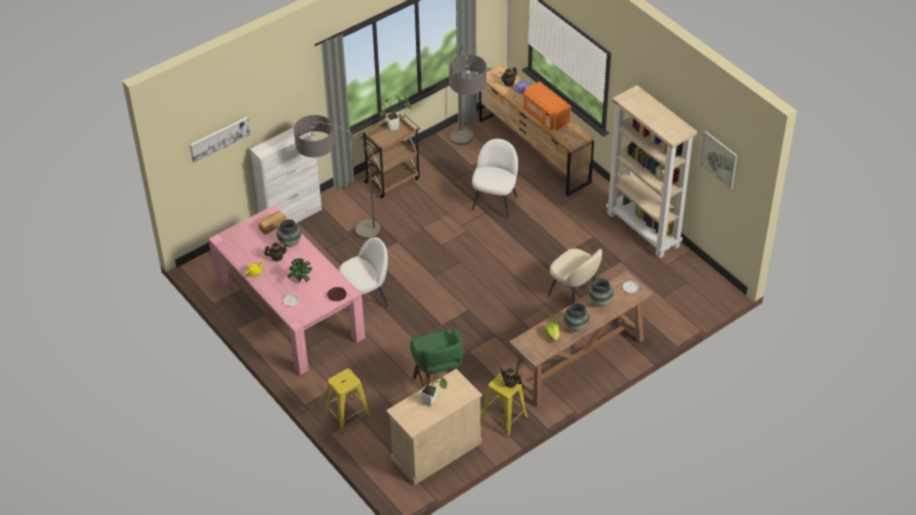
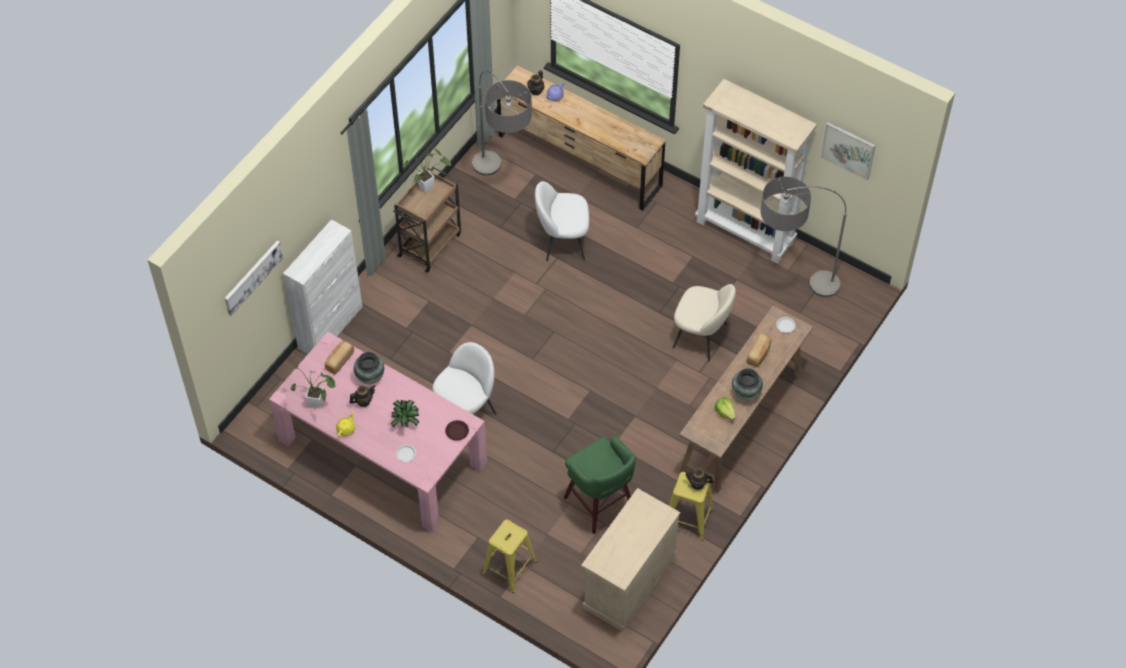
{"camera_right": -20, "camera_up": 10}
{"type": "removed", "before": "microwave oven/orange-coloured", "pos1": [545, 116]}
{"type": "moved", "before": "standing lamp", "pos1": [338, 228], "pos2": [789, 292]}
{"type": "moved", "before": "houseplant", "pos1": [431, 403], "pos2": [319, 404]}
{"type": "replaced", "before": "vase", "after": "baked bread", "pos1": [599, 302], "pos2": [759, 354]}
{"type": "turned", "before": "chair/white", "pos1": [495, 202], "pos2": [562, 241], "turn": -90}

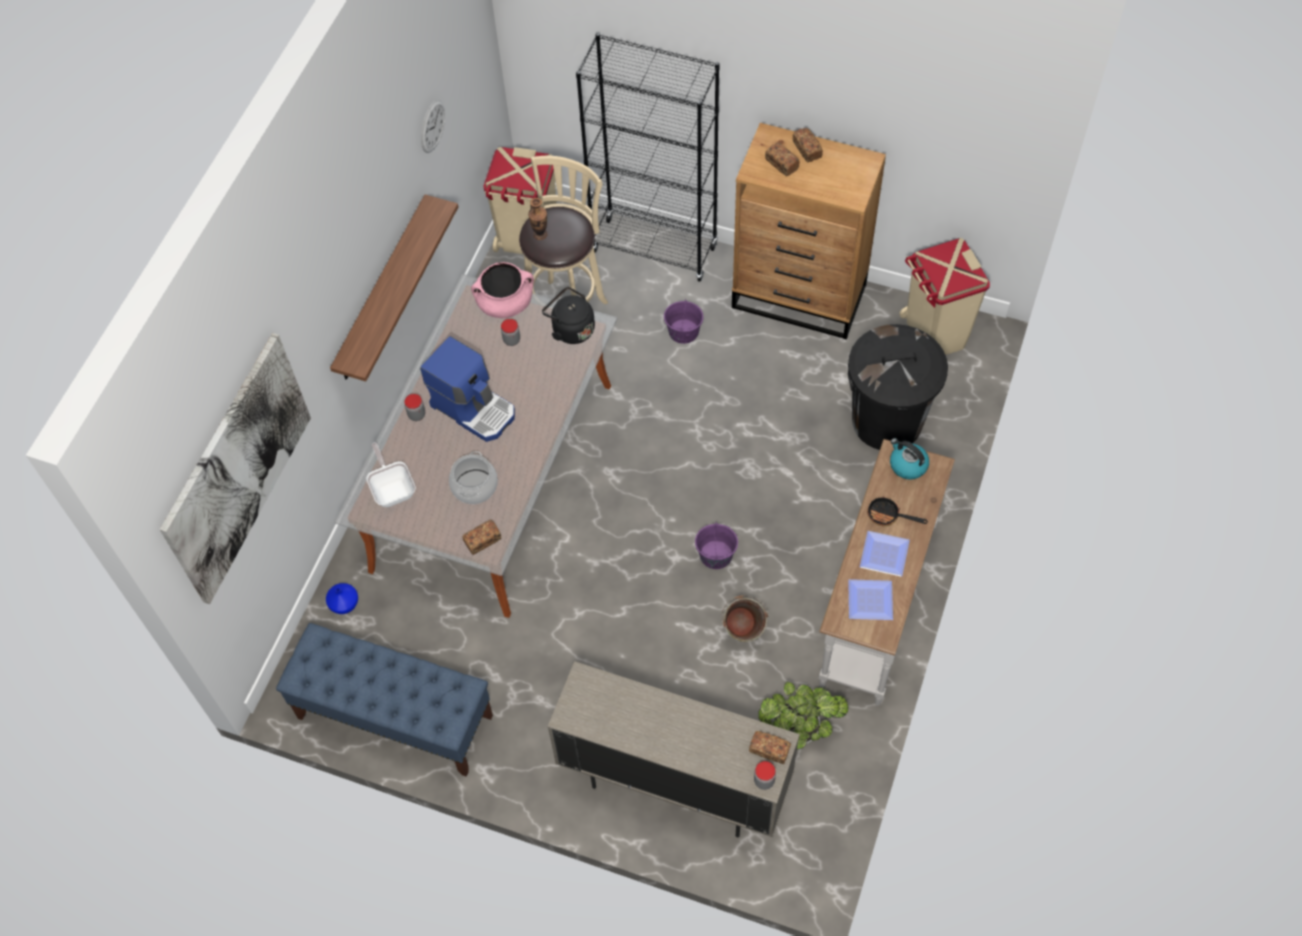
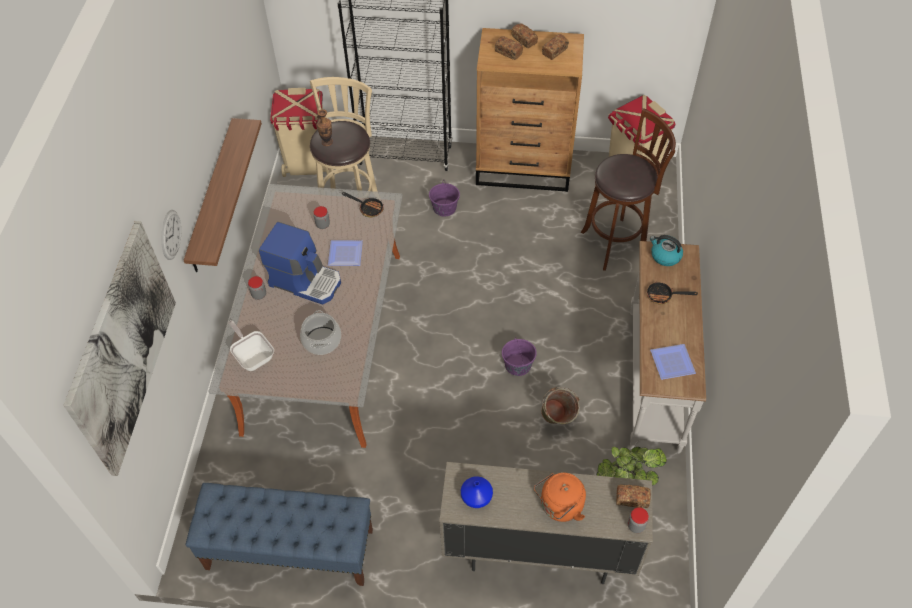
{"camera_right": -15, "camera_up": -5}
{"type": "removed", "before": "stockpot/pinkish", "pos1": [505, 303]}
{"type": "added", "after": "tea kettle/orange-coloured", "pos2": [559, 507]}
{"type": "moved", "before": "vase/blue", "pos1": [344, 604], "pos2": [476, 498]}
{"type": "moved", "before": "hanging clock", "pos1": [432, 126], "pos2": [170, 234]}
{"type": "moved", "before": "baked bread", "pos1": [482, 541], "pos2": [555, 51]}
{"type": "moved", "before": "dinner plate", "pos1": [886, 554], "pos2": [346, 253]}
{"type": "replaced", "before": "tea kettle/blackish", "after": "pan", "pos1": [571, 329], "pos2": [368, 208]}
{"type": "replaced", "before": "rubbish bin/blackish", "after": "sitting stool/brownish", "pos1": [887, 421], "pos2": [617, 243]}

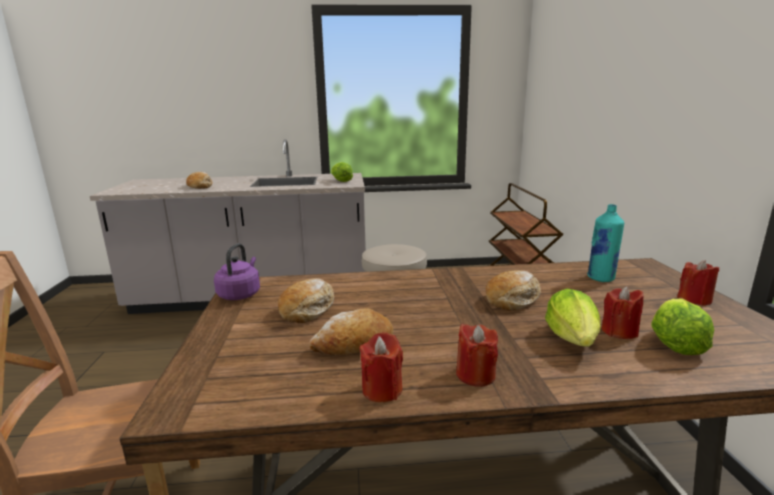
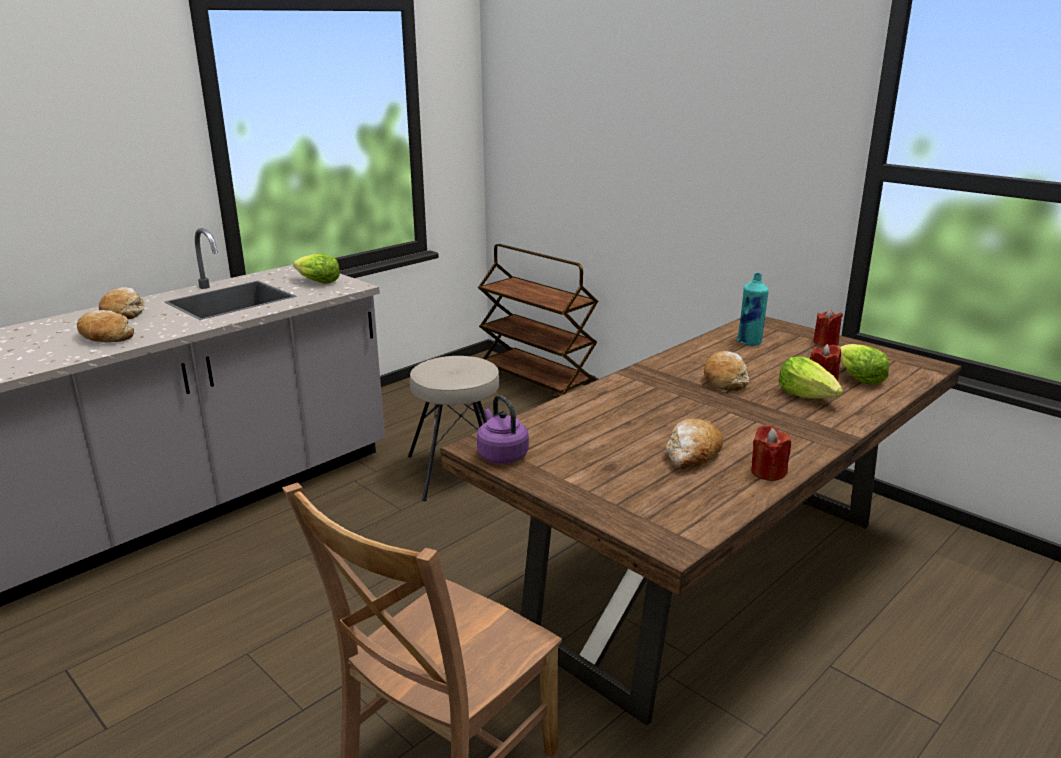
{"camera_right": -40, "camera_up": 5}
{"type": "removed", "before": "candle/red", "pos1": [475, 375]}
{"type": "moved", "before": "baked bread", "pos1": [308, 309], "pos2": [124, 312]}

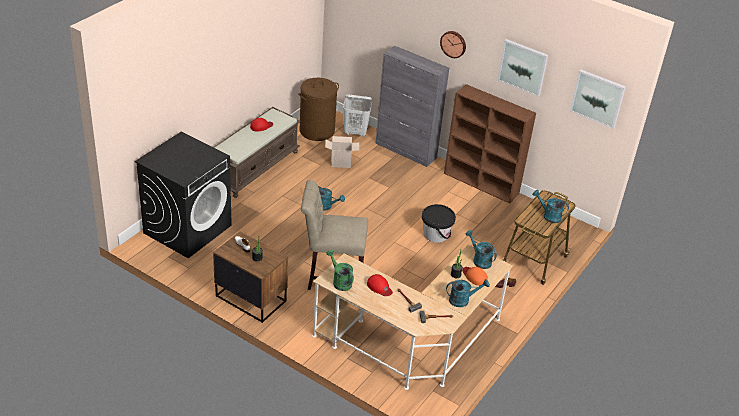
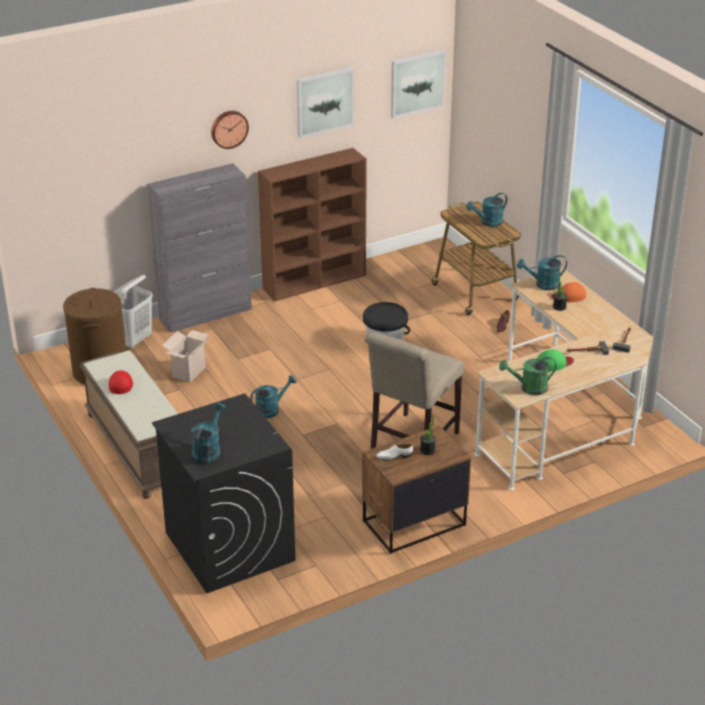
{"camera_right": -60, "camera_up": -5}
{"type": "moved", "before": "watering can/turquoise", "pos1": [463, 300], "pos2": [208, 450]}
{"type": "recoloured", "before": "baseball cap/red", "after": "baseball cap/green", "pos1": [379, 287], "pos2": [554, 363]}

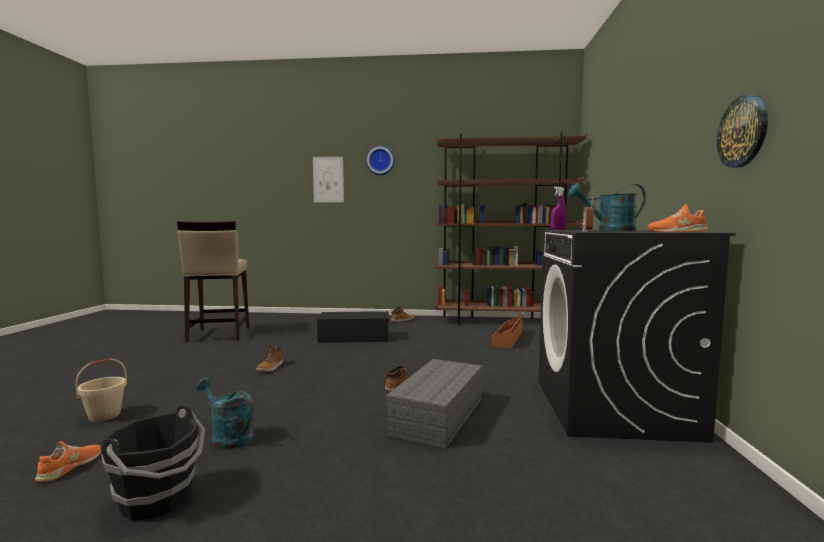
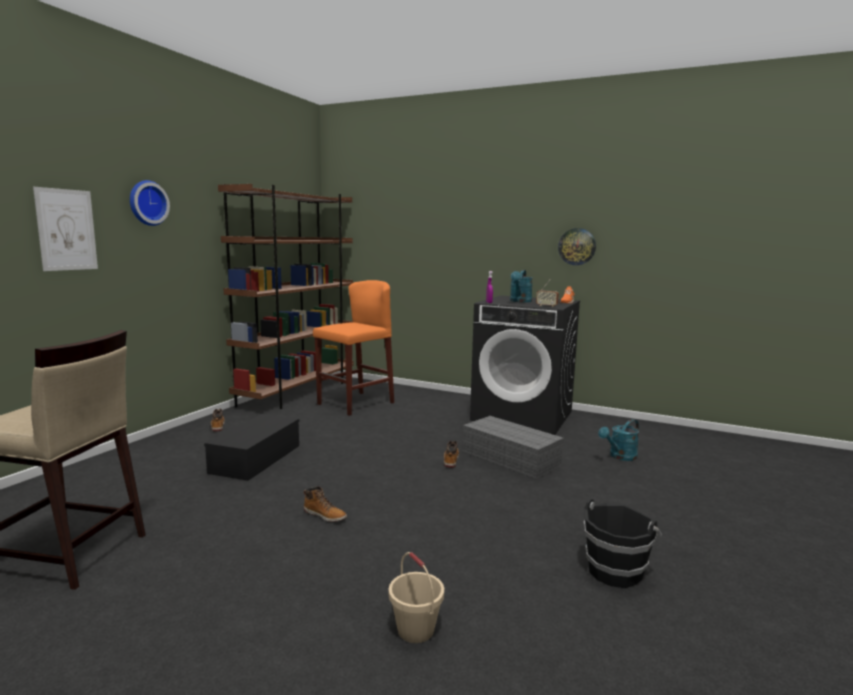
{"camera_right": -70, "camera_up": 5}
{"type": "removed", "before": "low shoe/orange-coloured", "pos1": [70, 467]}
{"type": "moved", "before": "watering can/turquoise", "pos1": [227, 436], "pos2": [620, 457]}
{"type": "replaced", "before": "storage box/brownish", "after": "sitting stool/orange-coloured", "pos1": [508, 338], "pos2": [355, 403]}

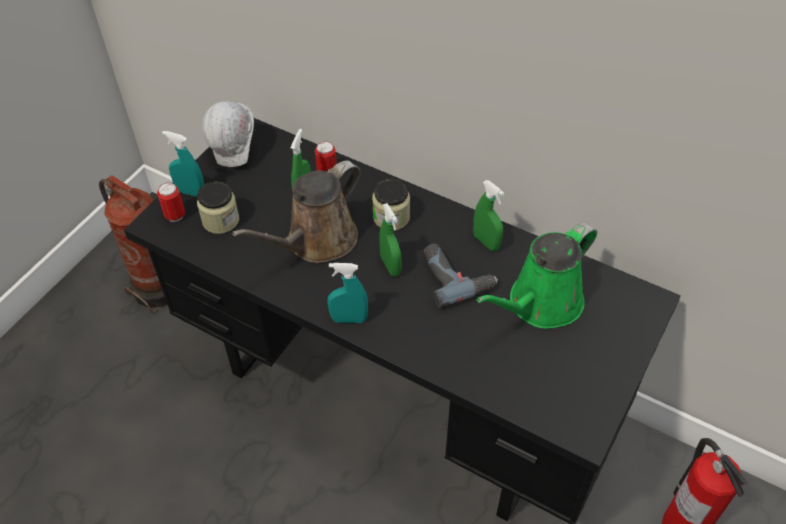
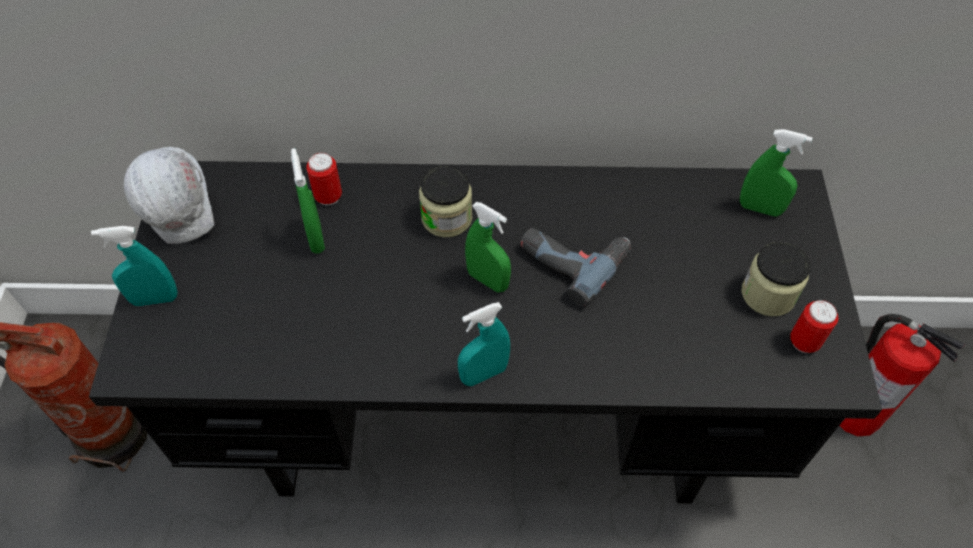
{"camera_right": -30, "camera_up": 5}
{"type": "removed", "before": "watering can/brownish", "pos1": [316, 241]}
{"type": "removed", "before": "watering can/green", "pos1": [540, 304]}
{"type": "moved", "before": "metal can", "pos1": [175, 215], "pos2": [804, 342]}
{"type": "moved", "before": "storage jar", "pos1": [220, 220], "pos2": [768, 294]}
{"type": "moved", "before": "hand sprayer/green", "pos1": [486, 242], "pos2": [760, 208]}

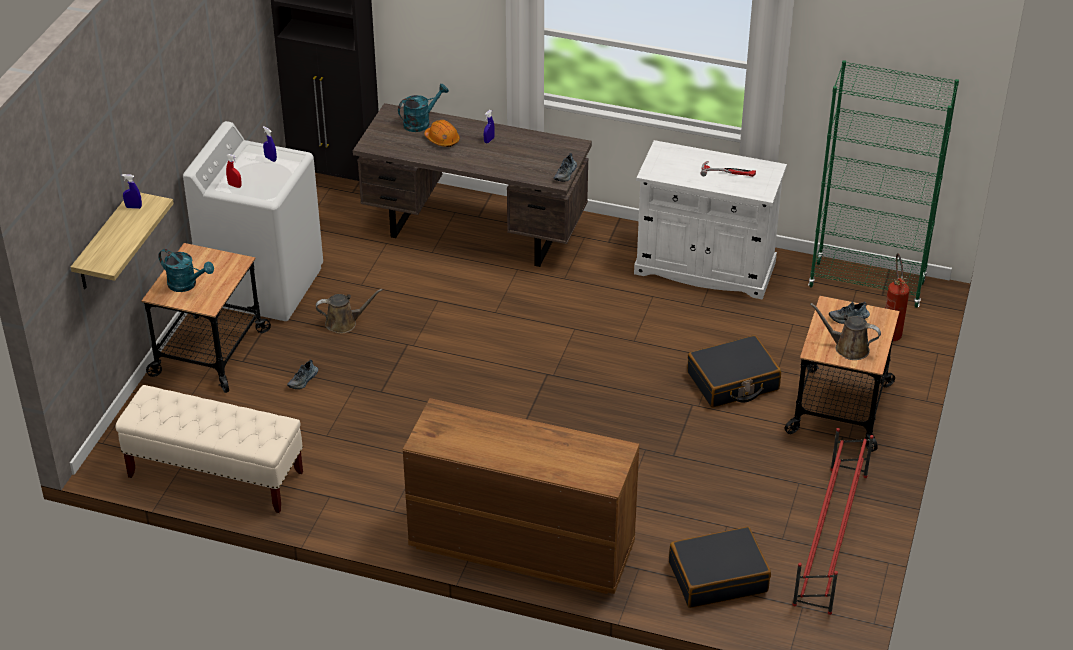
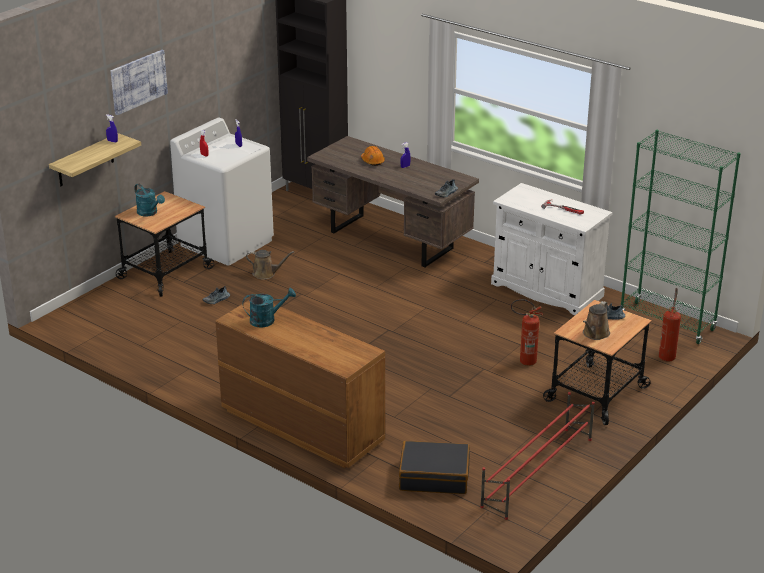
{"camera_right": 20, "camera_up": -10}
{"type": "removed", "before": "long seat/beige-coloured", "pos1": [215, 475]}
{"type": "added", "after": "wall art", "pos2": [138, 81]}
{"type": "moved", "before": "watering can/turquoise", "pos1": [421, 122], "pos2": [267, 320]}
{"type": "replaced", "before": "suitcase/blackish", "after": "extinguisher", "pos1": [733, 382], "pos2": [523, 361]}
{"type": "turned", "before": "watering can/brownish", "pos1": [848, 348], "pos2": [595, 334], "turn": -105}

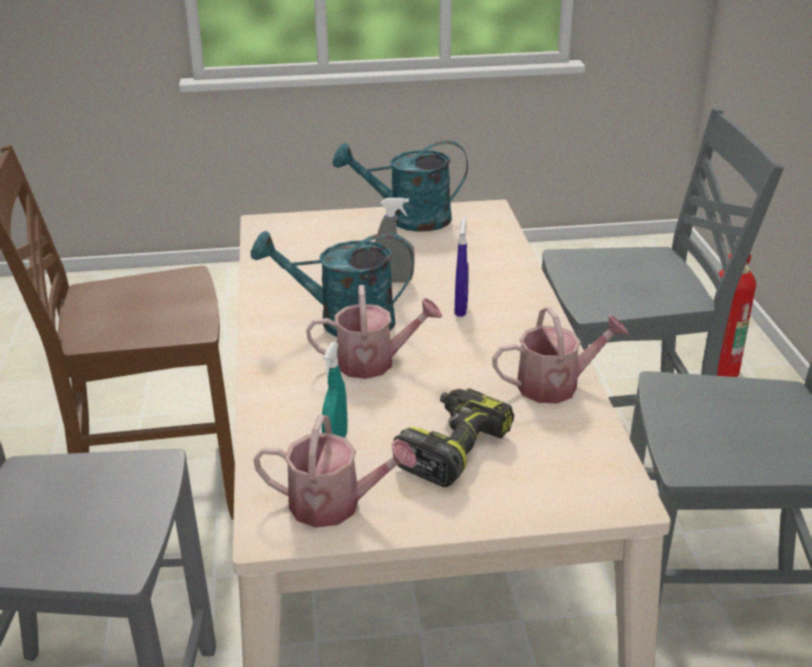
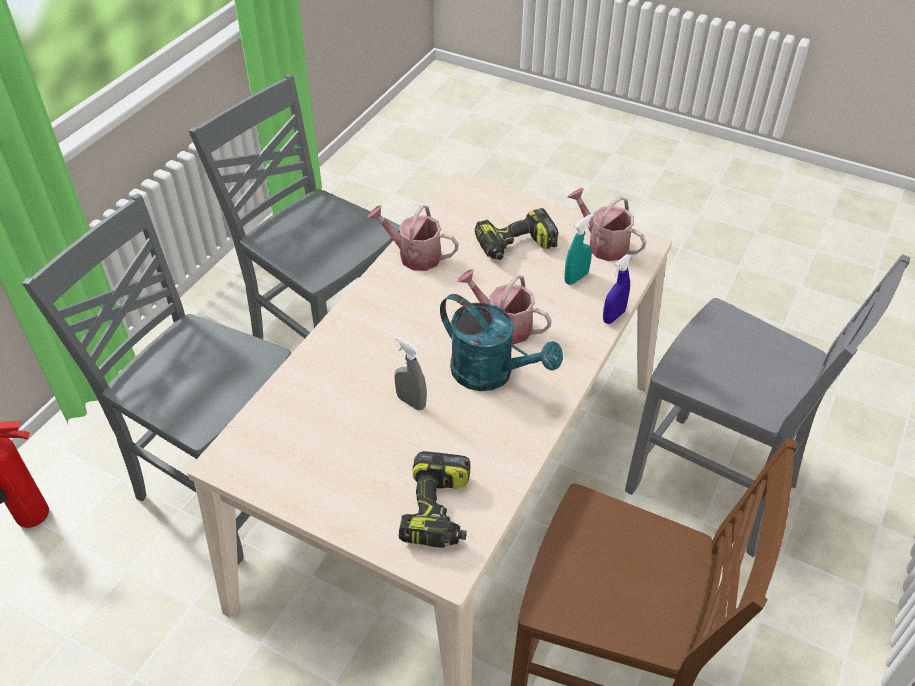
{"camera_right": -145, "camera_up": 15}
{"type": "removed", "before": "watering can/turquoise", "pos1": [408, 219]}
{"type": "added", "after": "drill", "pos2": [438, 511]}
{"type": "moved", "before": "hand sprayer/blue", "pos1": [461, 309], "pos2": [613, 316]}

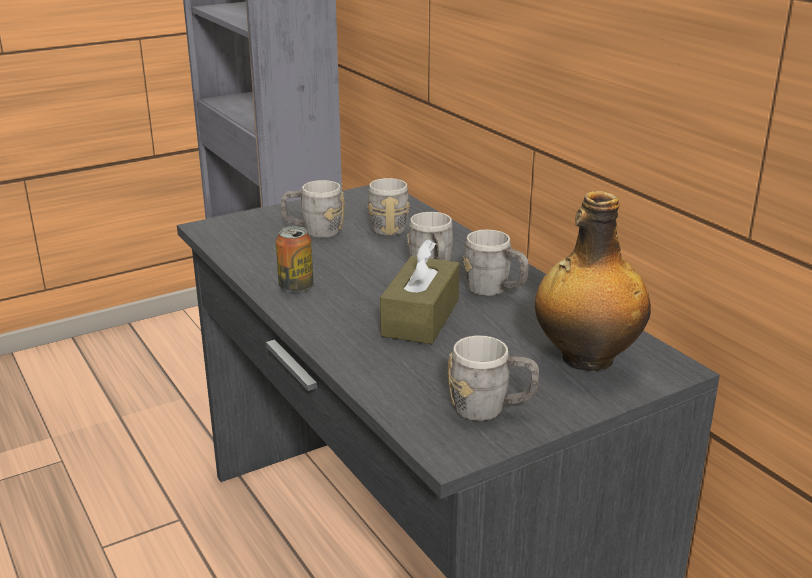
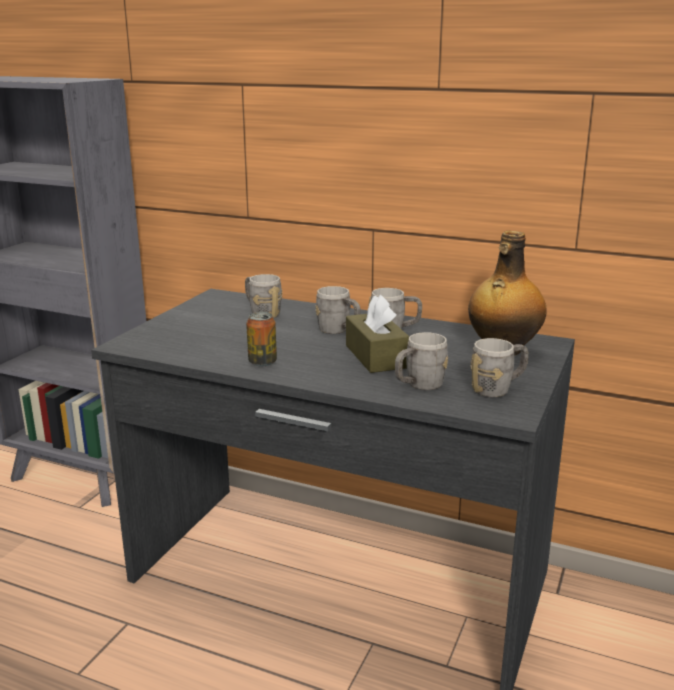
{"camera_right": -35, "camera_up": -5}
{"type": "moved", "before": "coffee mug/greyish", "pos1": [314, 232], "pos2": [419, 386]}

